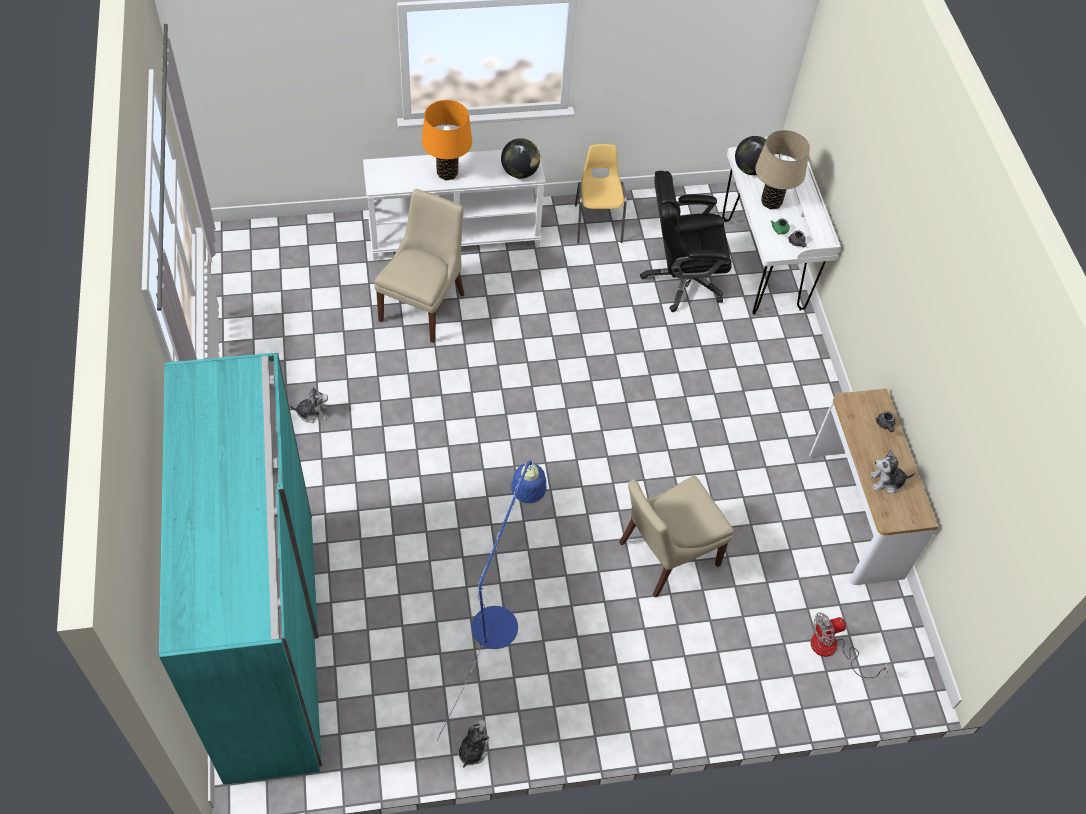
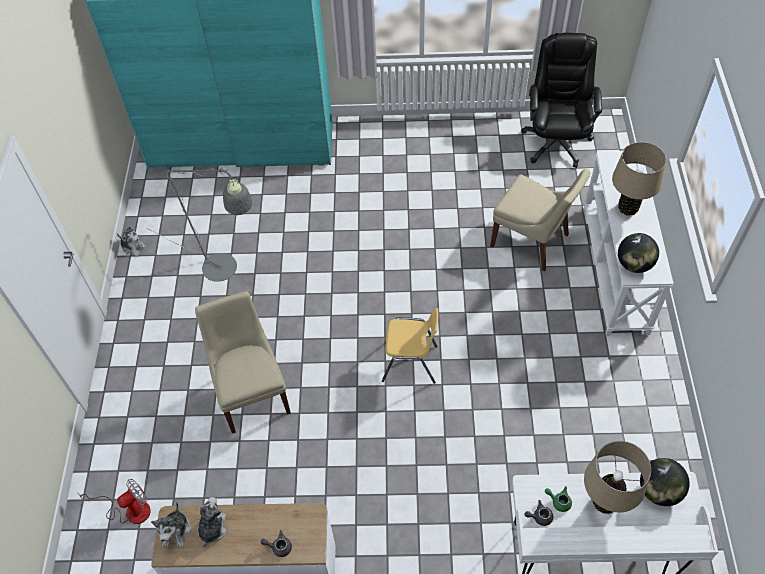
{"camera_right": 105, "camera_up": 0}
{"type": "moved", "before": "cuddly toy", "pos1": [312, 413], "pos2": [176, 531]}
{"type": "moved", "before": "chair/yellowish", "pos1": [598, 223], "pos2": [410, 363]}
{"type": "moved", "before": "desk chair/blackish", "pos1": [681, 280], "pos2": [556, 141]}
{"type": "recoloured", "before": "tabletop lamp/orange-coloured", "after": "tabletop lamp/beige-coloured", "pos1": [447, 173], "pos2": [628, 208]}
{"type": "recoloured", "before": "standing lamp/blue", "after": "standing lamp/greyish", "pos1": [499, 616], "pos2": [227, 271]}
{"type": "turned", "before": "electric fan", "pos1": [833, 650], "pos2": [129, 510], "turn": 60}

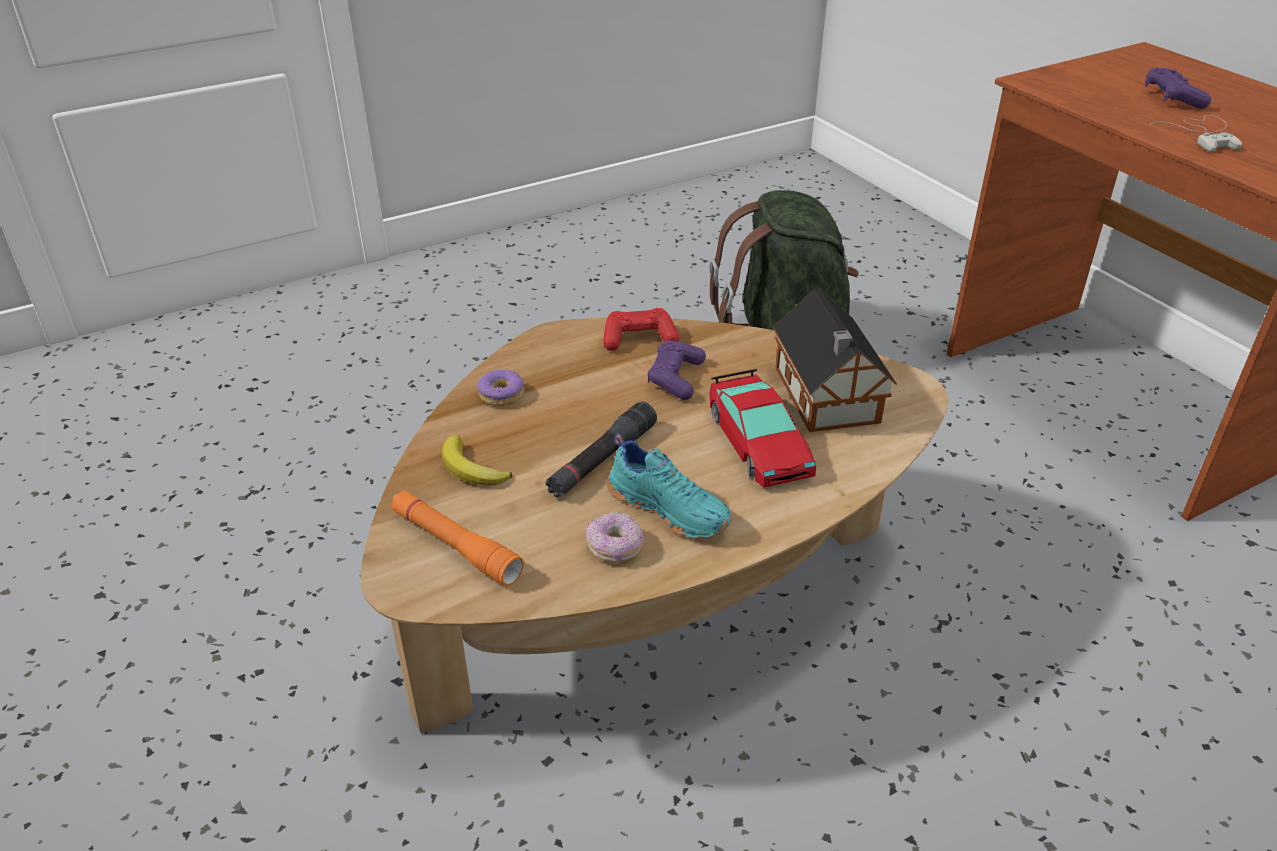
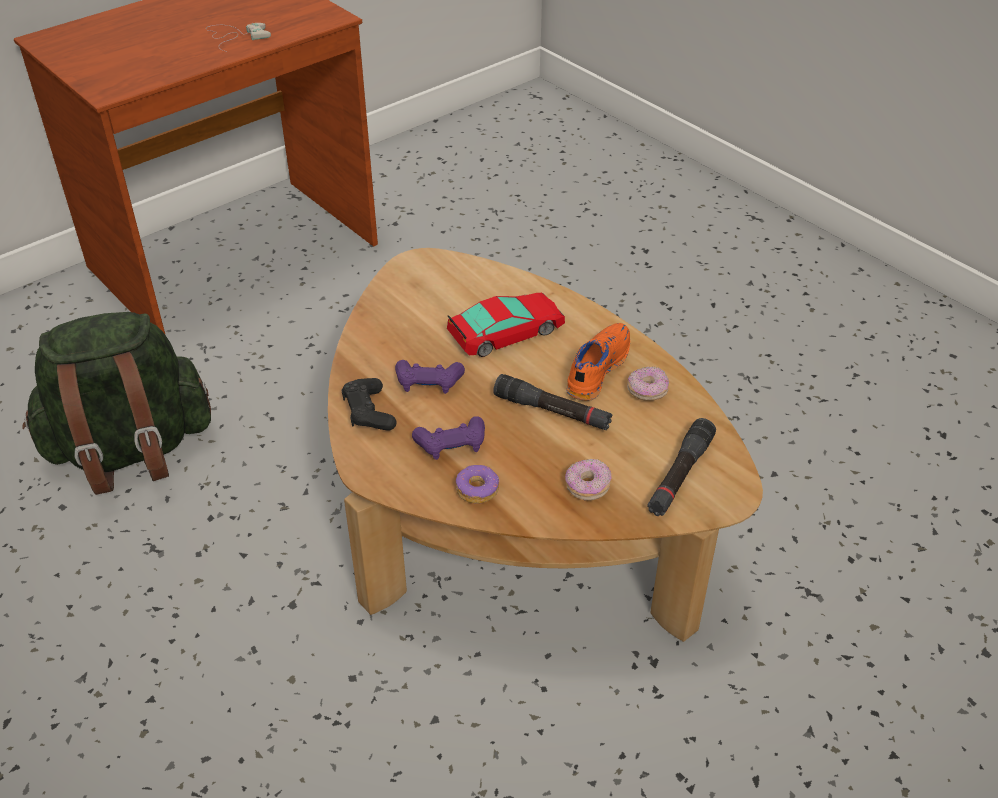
{"camera_right": -100, "camera_up": 5}
{"type": "removed", "before": "miniature house", "pos1": [827, 398]}
{"type": "moved", "before": "gamepad/purple", "pos1": [1172, 98], "pos2": [451, 445]}
{"type": "replaced", "before": "banana fruit", "after": "donut", "pos1": [471, 469], "pos2": [587, 486]}
{"type": "recoloured", "before": "torch/orange-coloured", "after": "torch/blackish", "pos1": [455, 546], "pos2": [679, 475]}
{"type": "recoloured", "before": "gamepad/red", "after": "gamepad/blackish", "pos1": [639, 339], "pos2": [368, 412]}
{"type": "recoloured", "before": "low shoe/turquoise", "after": "low shoe/orange-coloured", "pos1": [670, 508], "pos2": [596, 369]}

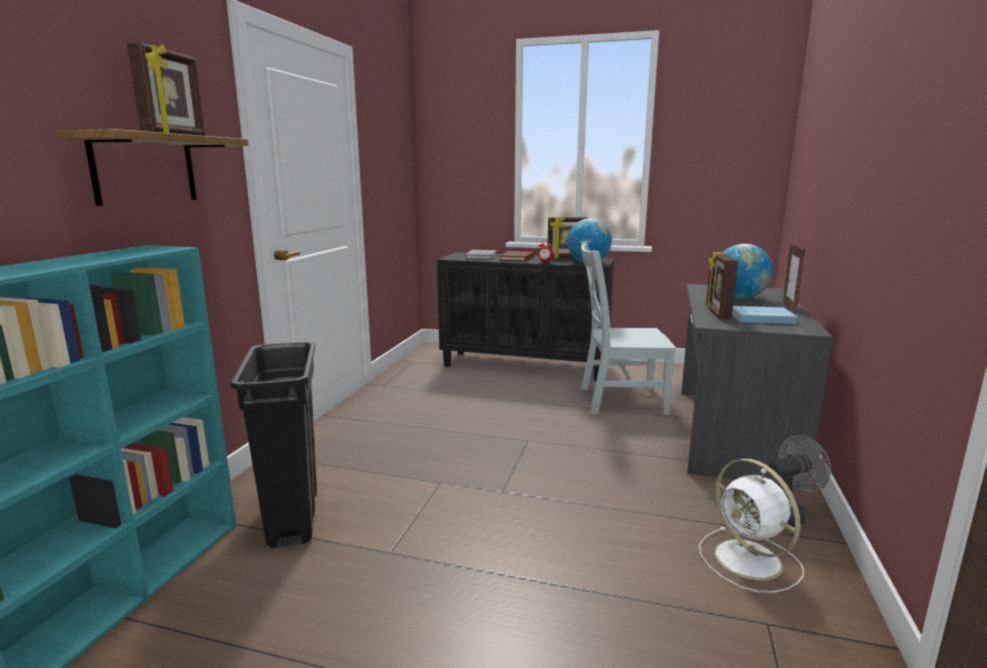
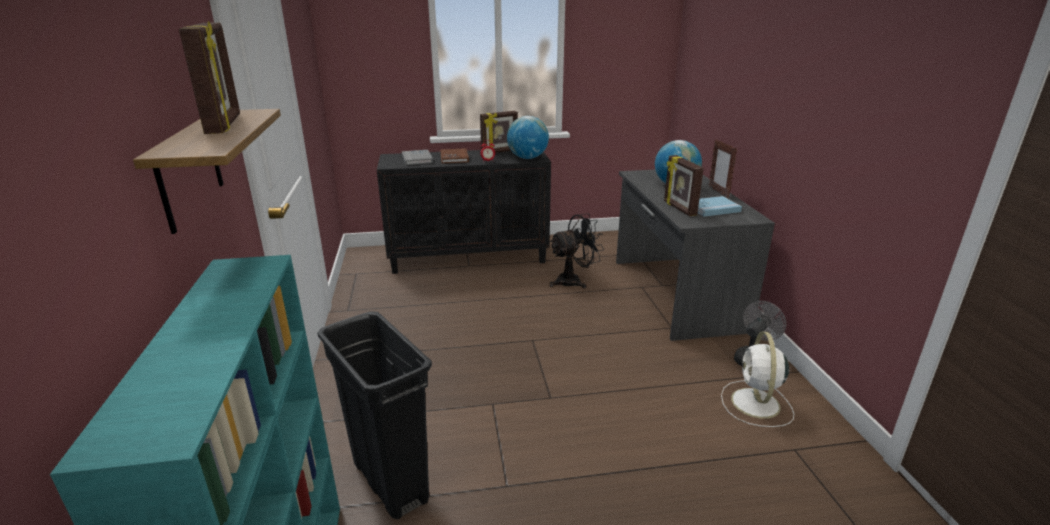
{"camera_right": -25, "camera_up": 10}
{"type": "replaced", "before": "chair/greyish", "after": "electric fan/blackish", "pos1": [618, 400], "pos2": [574, 281]}
{"type": "turned", "before": "electric fan/white", "pos1": [750, 561], "pos2": [756, 404], "turn": 60}

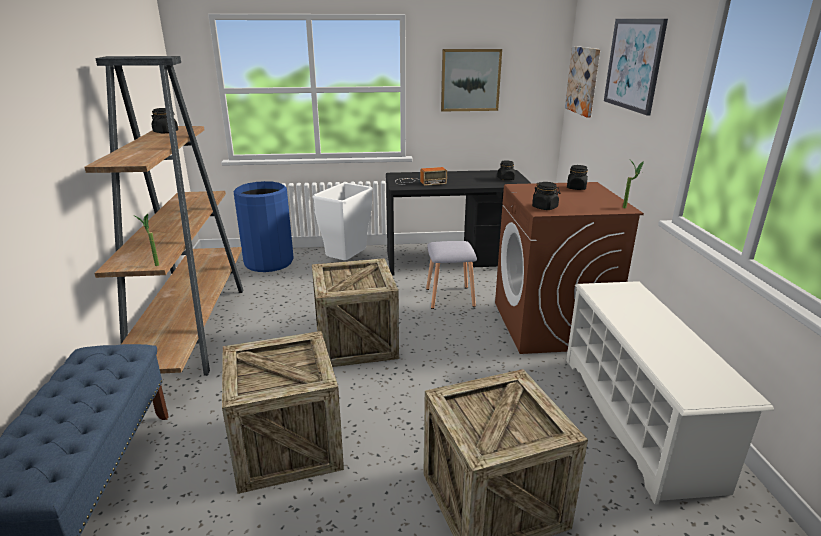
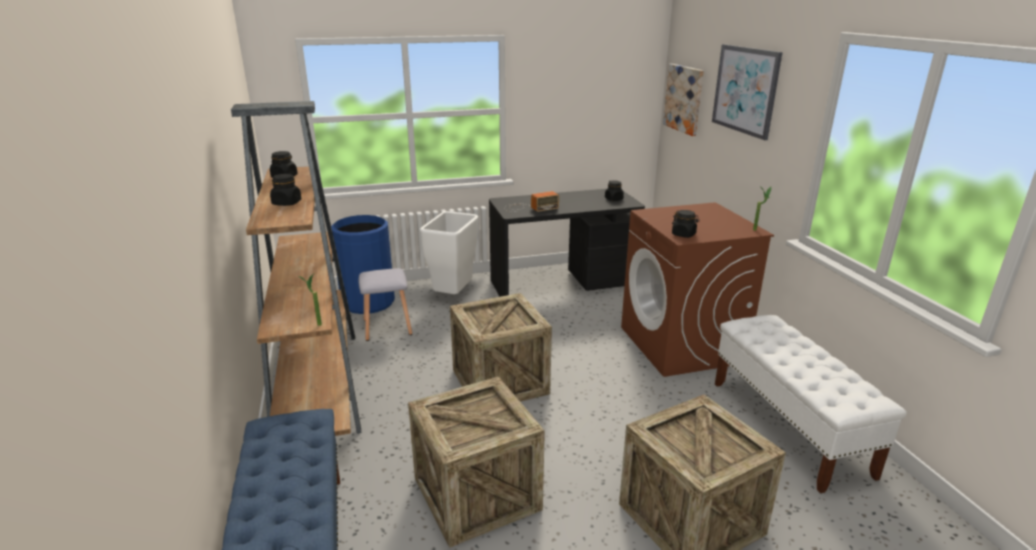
{"camera_right": -10, "camera_up": 0}
{"type": "removed", "before": "wall art", "pos1": [470, 80]}
{"type": "moved", "before": "sitting stool/greyish", "pos1": [449, 298], "pos2": [386, 327]}
{"type": "moved", "before": "storage jar/blackish", "pos1": [576, 188], "pos2": [287, 203]}
{"type": "replaced", "before": "shoe rack/white", "after": "long seat/white", "pos1": [637, 418], "pos2": [788, 427]}

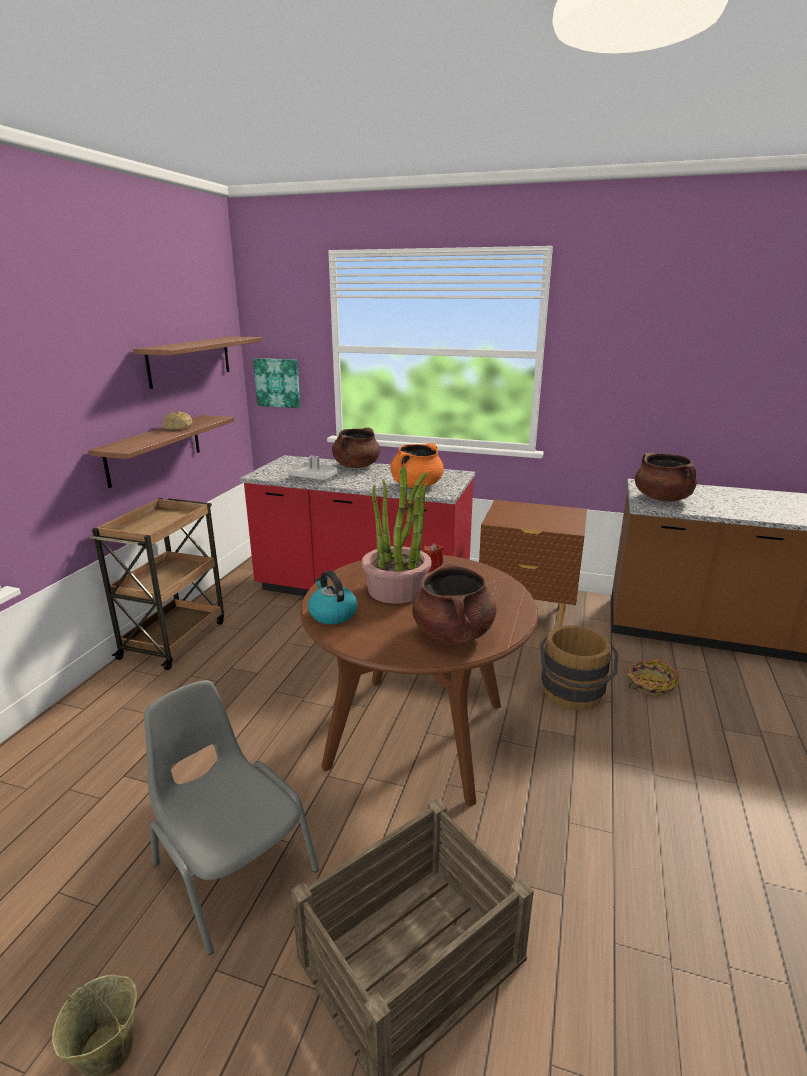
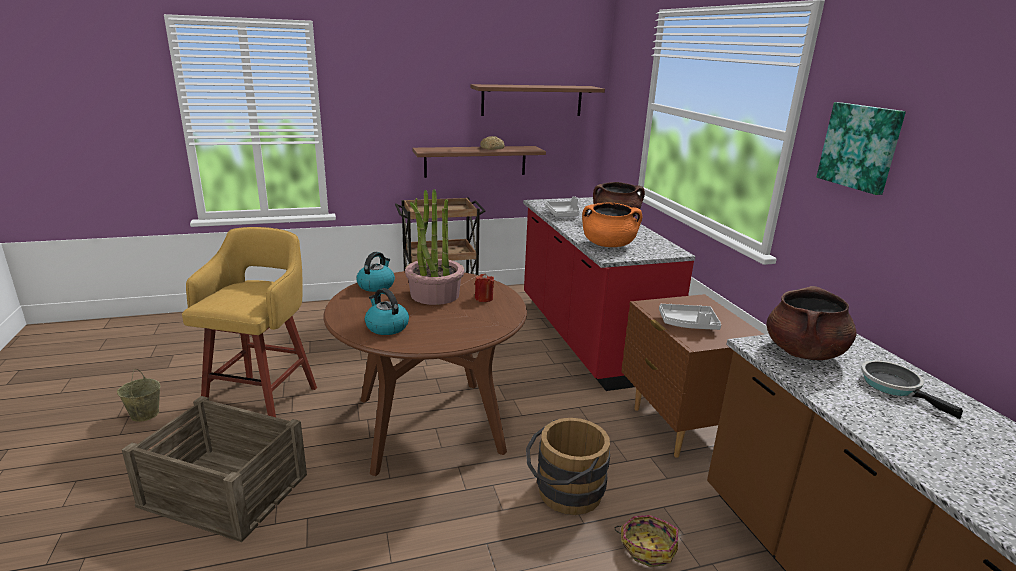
{"camera_right": 55, "camera_up": 0}
{"type": "added", "after": "tray/greyish", "pos2": [688, 324]}
{"type": "added", "after": "pan", "pos2": [894, 387]}
{"type": "moved", "before": "wall art", "pos1": [278, 382], "pos2": [860, 147]}
{"type": "replaced", "before": "chair/greyish", "after": "sitting stool/yellowish", "pos1": [233, 866], "pos2": [264, 401]}
{"type": "replaced", "before": "stockpot/brownish", "after": "tea kettle", "pos1": [453, 634], "pos2": [386, 327]}

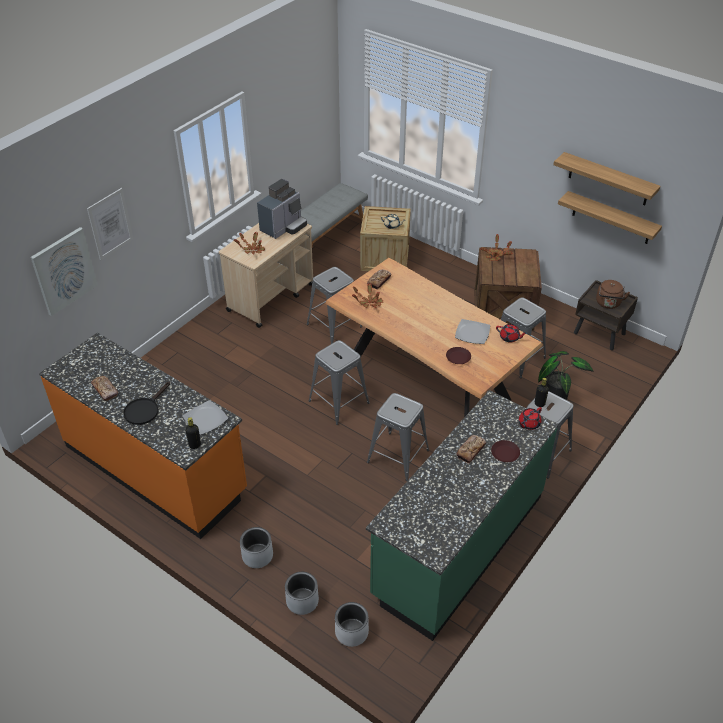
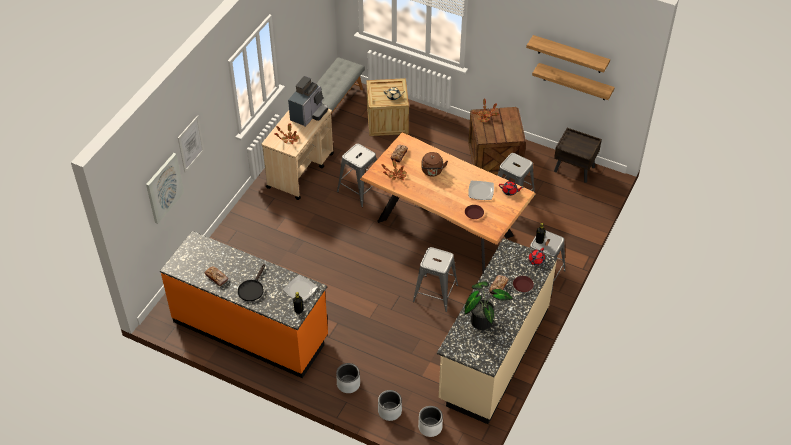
{"camera_right": -10, "camera_up": 5}
{"type": "removed", "before": "sitting stool/greyish", "pos1": [339, 402]}
{"type": "moved", "before": "houseplant", "pos1": [556, 393], "pos2": [482, 319]}
{"type": "moved", "before": "tea kettle/brownish", "pos1": [608, 304], "pos2": [432, 171]}
{"type": "recoloured", "before": "kitchen counter/green", "after": "kitchen counter/beige-coloured", "pos1": [457, 545], "pos2": [493, 354]}

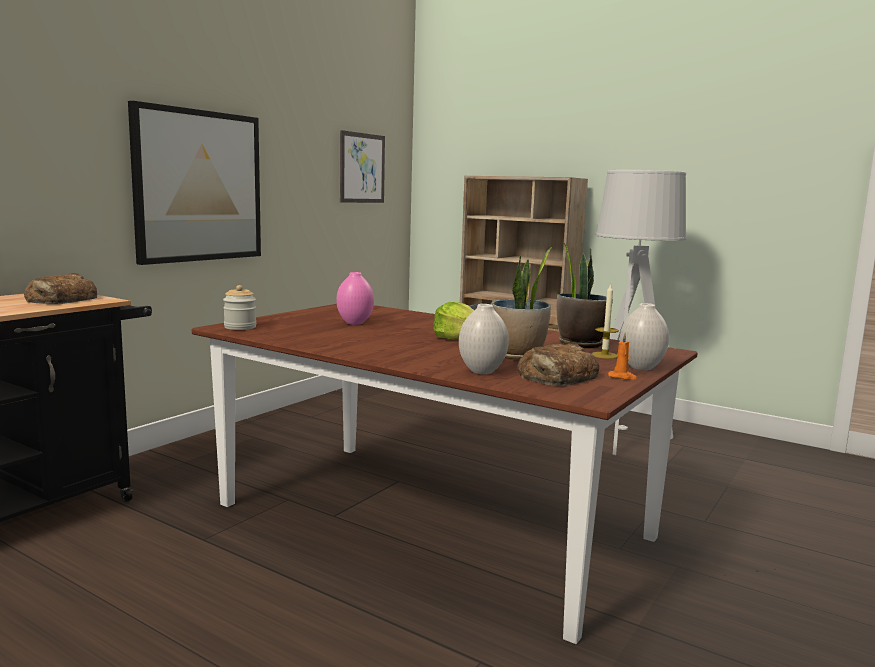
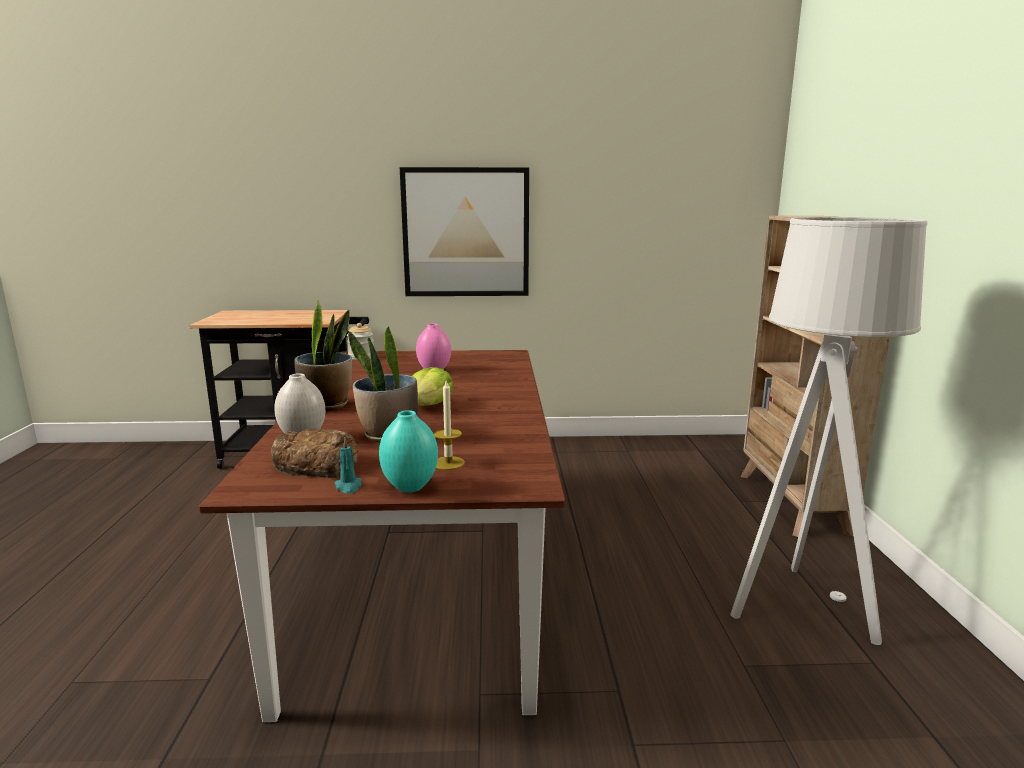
{"camera_right": 55, "camera_up": 5}
{"type": "removed", "before": "baked bread", "pos1": [61, 299]}
{"type": "removed", "before": "wall art", "pos1": [362, 168]}
{"type": "moved", "before": "houseplant", "pos1": [580, 344], "pos2": [326, 405]}
{"type": "recoloured", "before": "candle/orange-coloured", "after": "candle/turquoise", "pos1": [622, 377], "pos2": [348, 487]}
{"type": "recoloured", "before": "vase/white", "after": "vase/turquoise", "pos1": [642, 367], "pos2": [410, 487]}

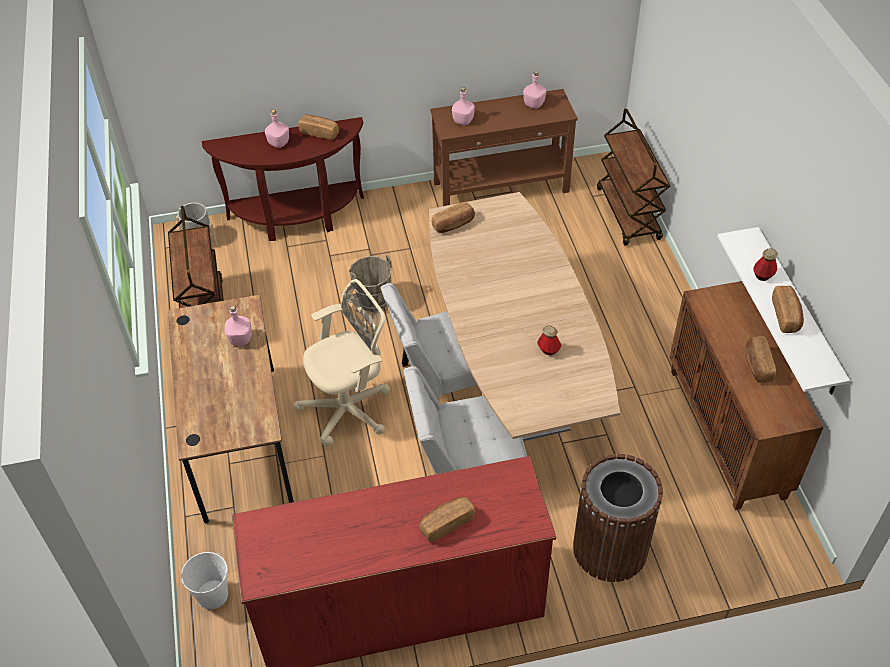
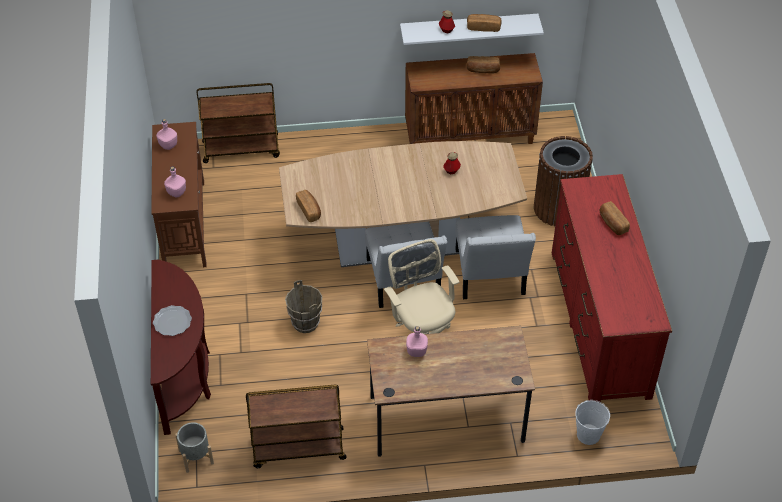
{"camera_right": -85, "camera_up": 0}
{"type": "removed", "before": "baked bread", "pos1": [319, 132]}
{"type": "replaced", "before": "beverage bottle/pinkish", "after": "dinner plate", "pos1": [278, 143], "pos2": [172, 322]}

